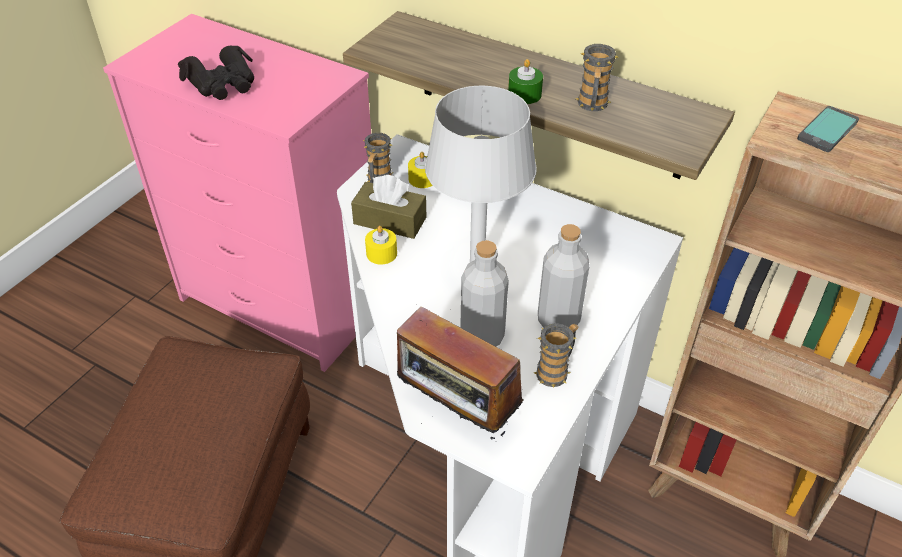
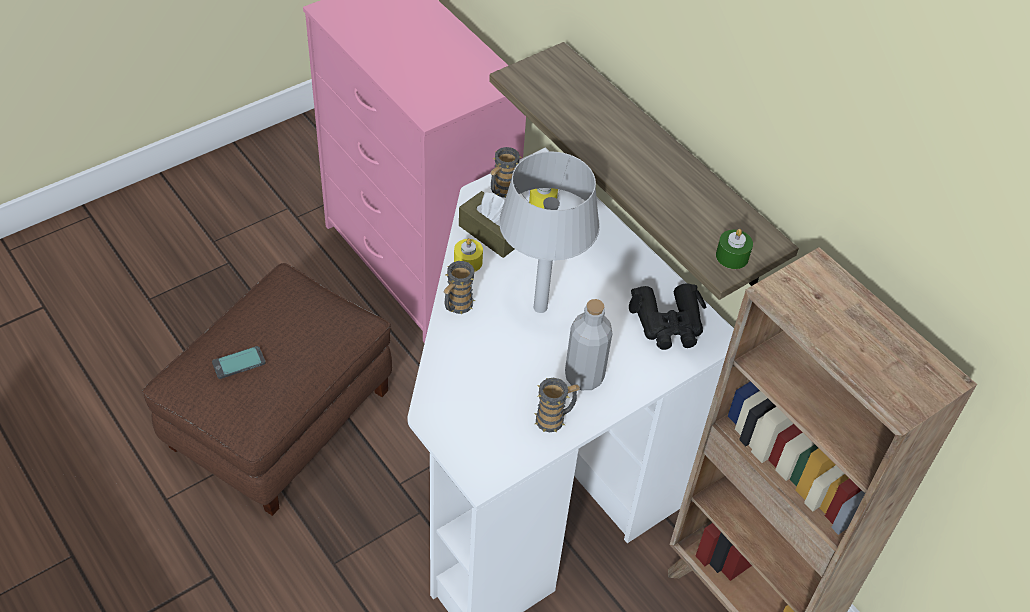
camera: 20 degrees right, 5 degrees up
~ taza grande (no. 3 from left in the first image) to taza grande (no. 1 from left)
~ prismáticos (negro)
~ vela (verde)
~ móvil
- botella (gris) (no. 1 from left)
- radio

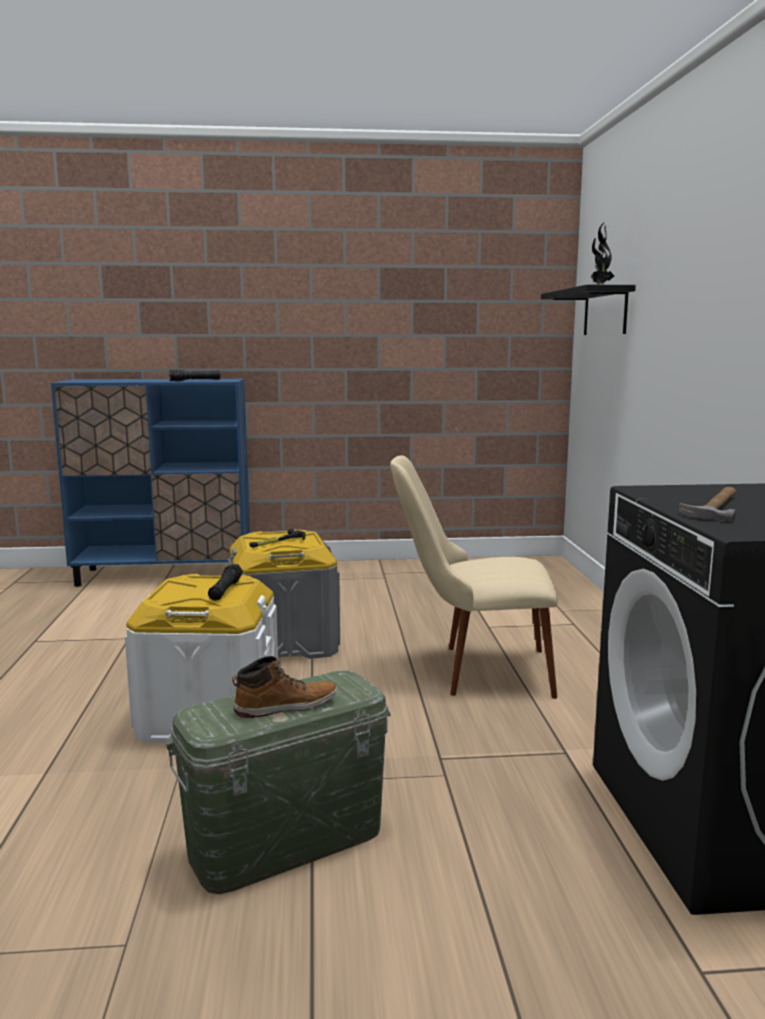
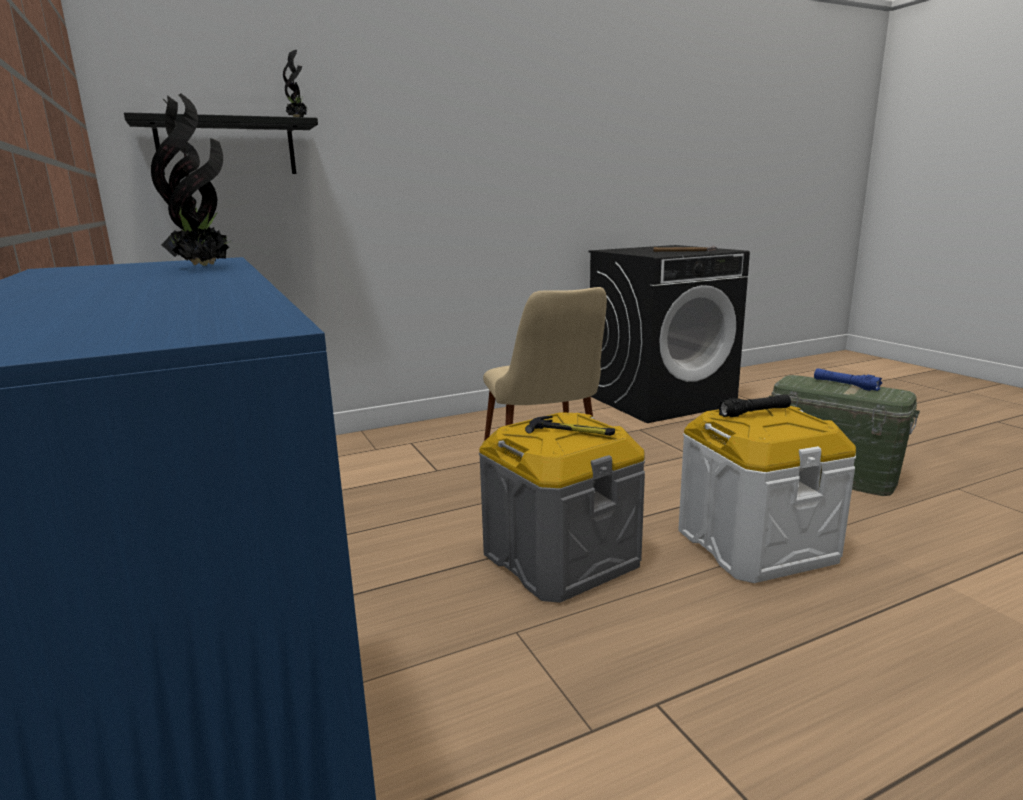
camera: 110 degrees left, 5 degrees up
~ linterna (negro) (no. 1 from left) to planta en maceta (no. 1 from left)
~ bota to linterna (azul)

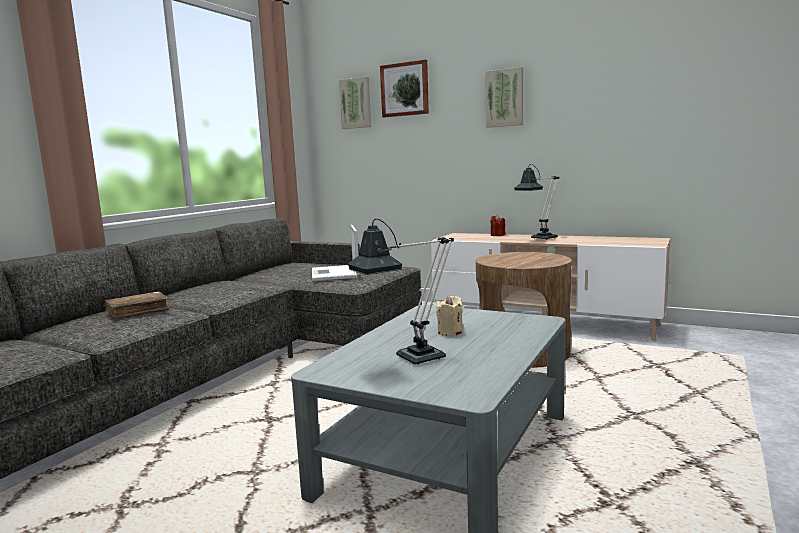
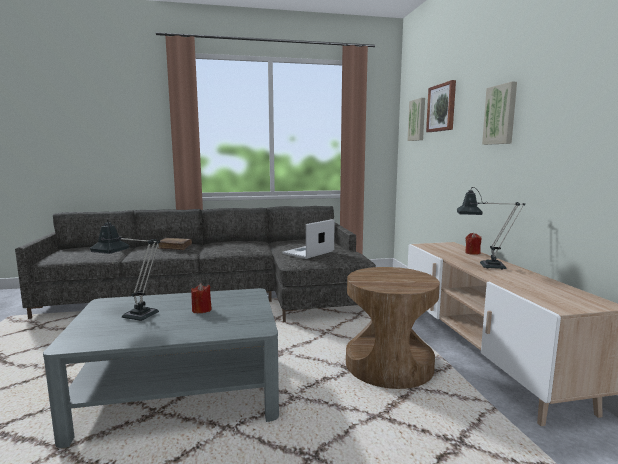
camera: 50 degrees right, 0 degrees up
~ vela (beis) to vela (rojo) (no. 1 from left)

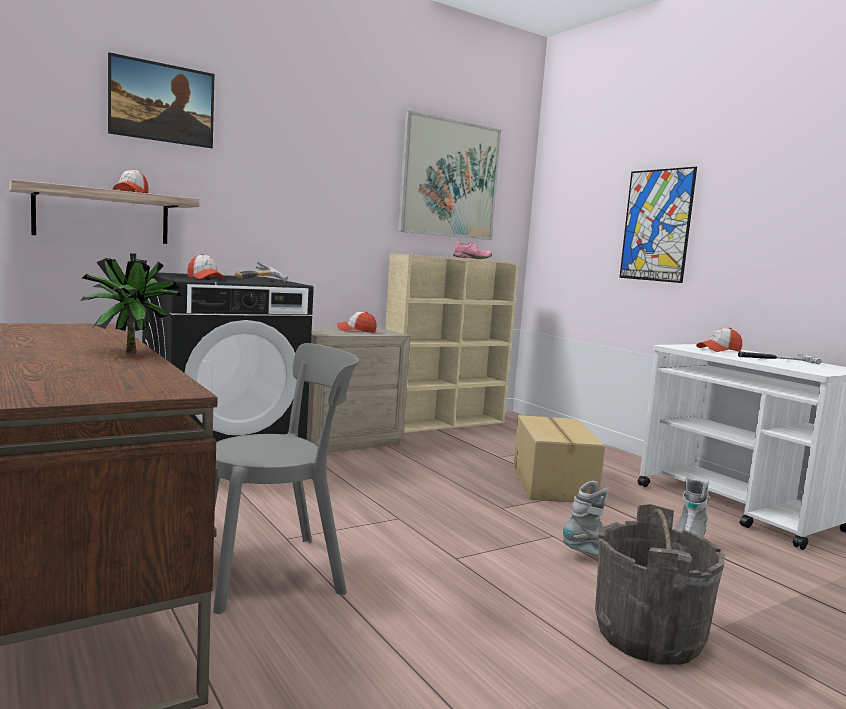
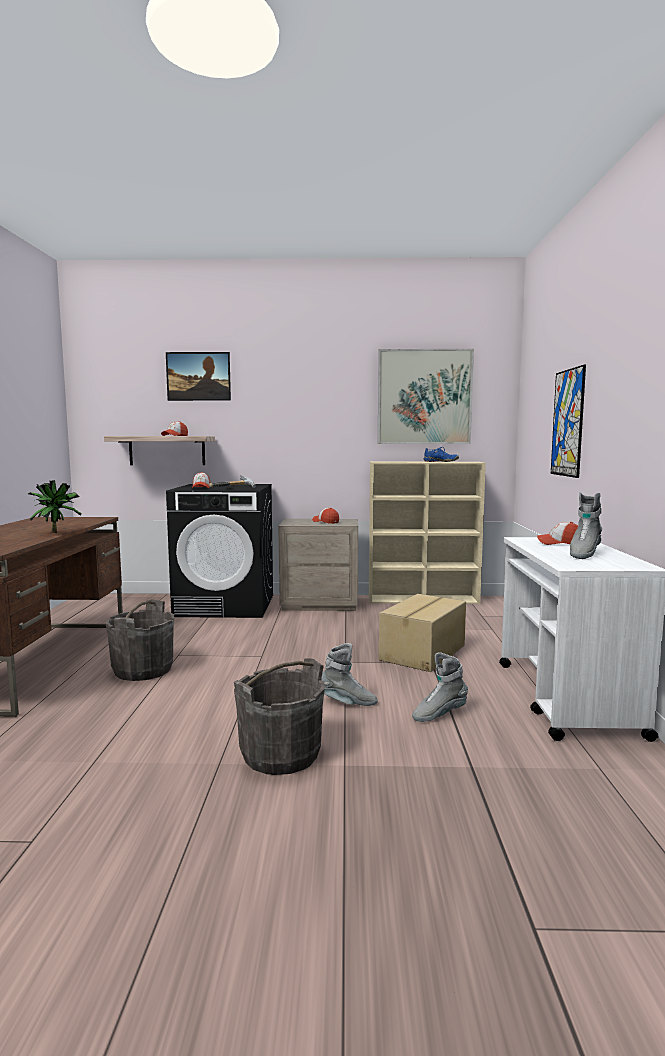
camera: 35 degrees right, 0 degrees up
~ zapato (rosa) to zapato (azul)
~ silla (gris) to cubo (gris) (no. 1 from left)
~ martillo (no. 2 from left) to bota (gris) (no. 3 from left)

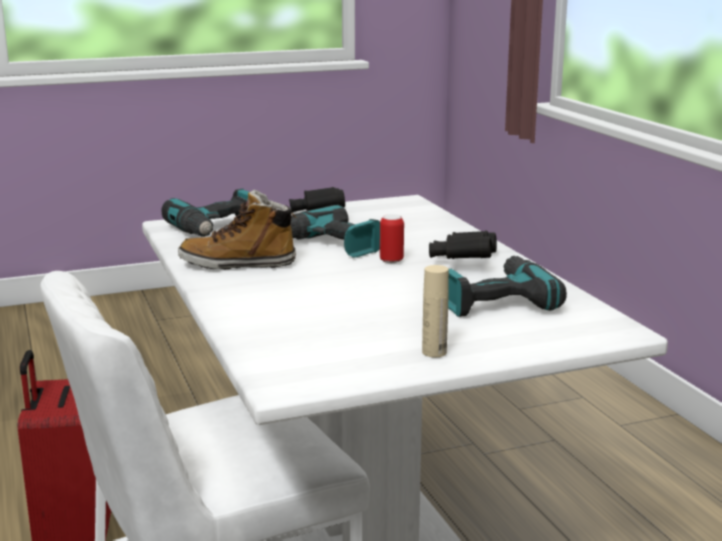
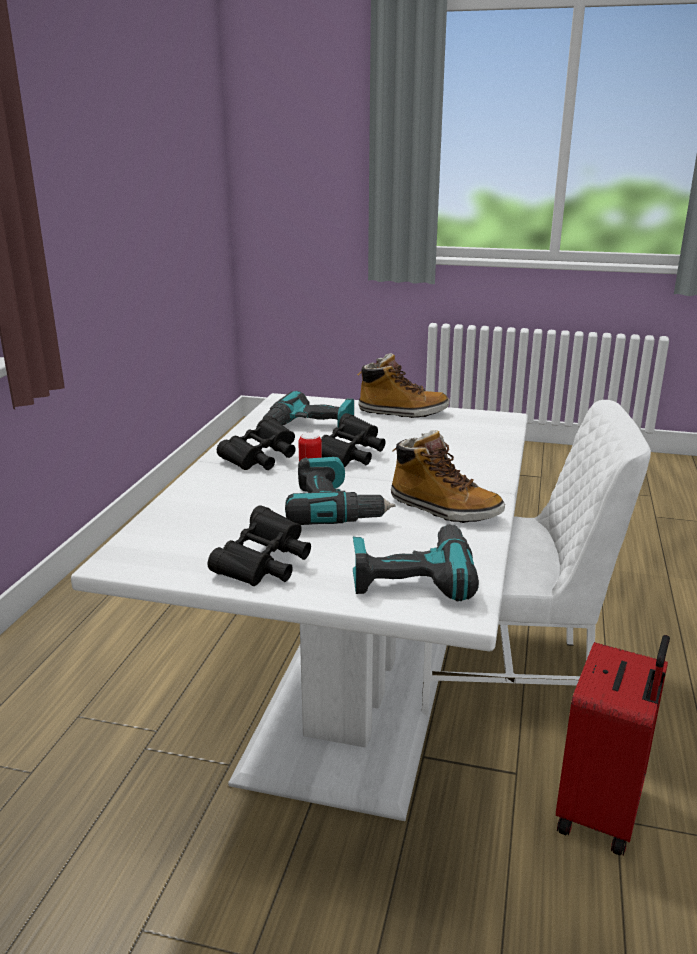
camera: 145 degrees left, 5 degrees up
~ botella (beis) to bota (no. 1 from left)
+ prismáticos (negro) (no. 3 from left)

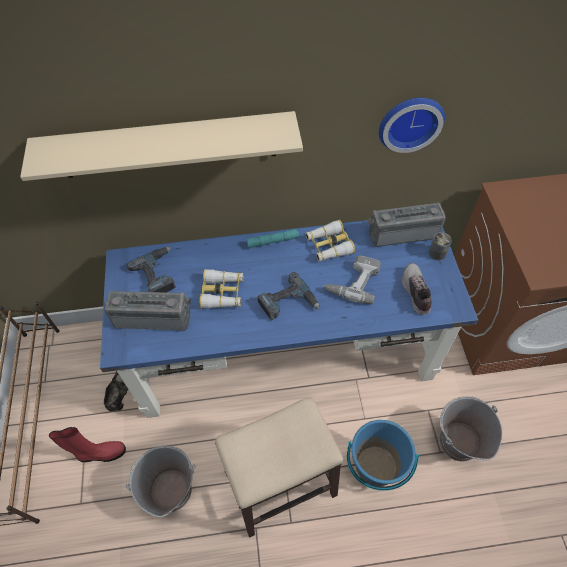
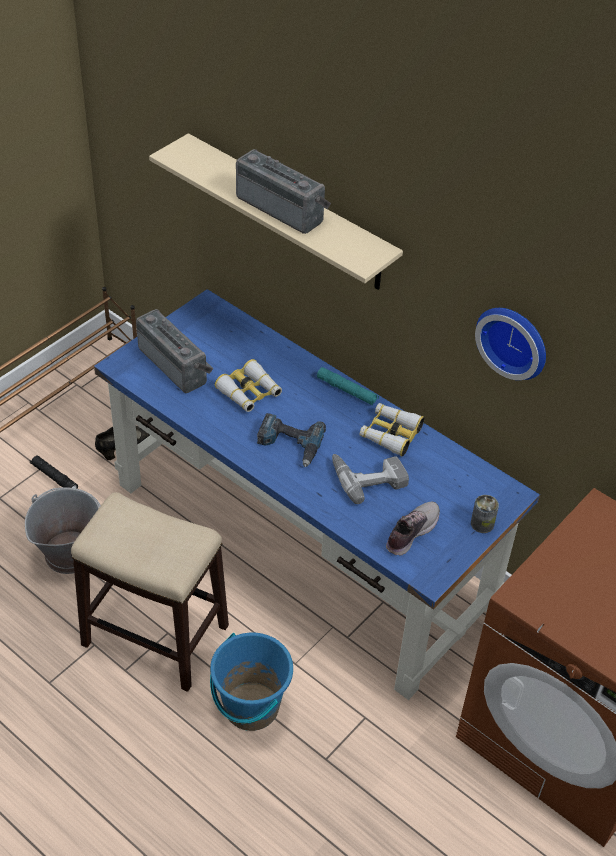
camera: 45 degrees right, 10 degrees down
~ radio (no. 2 from left)
- taladro (no. 1 from left)
- cubo (gris) (no. 2 from left)
~ bota (rojo) to linterna (negro)

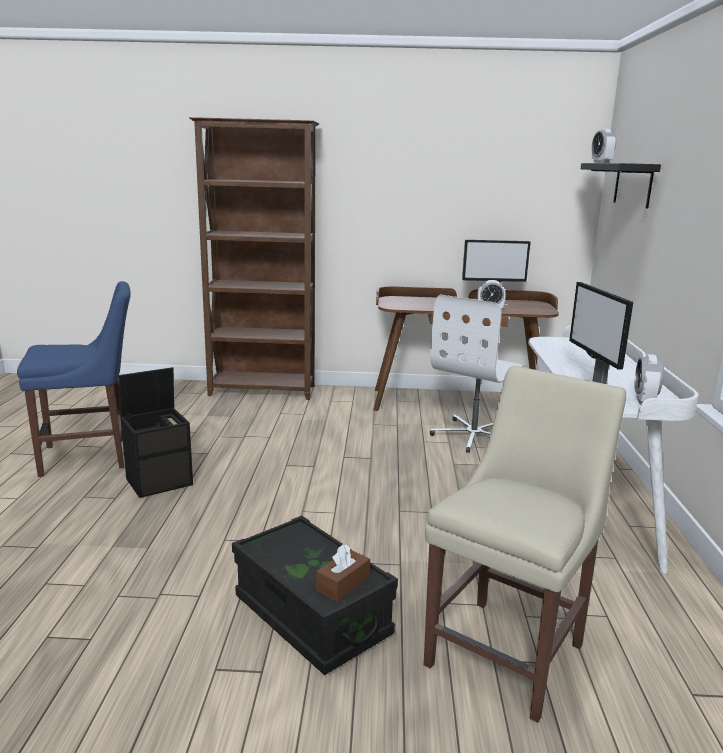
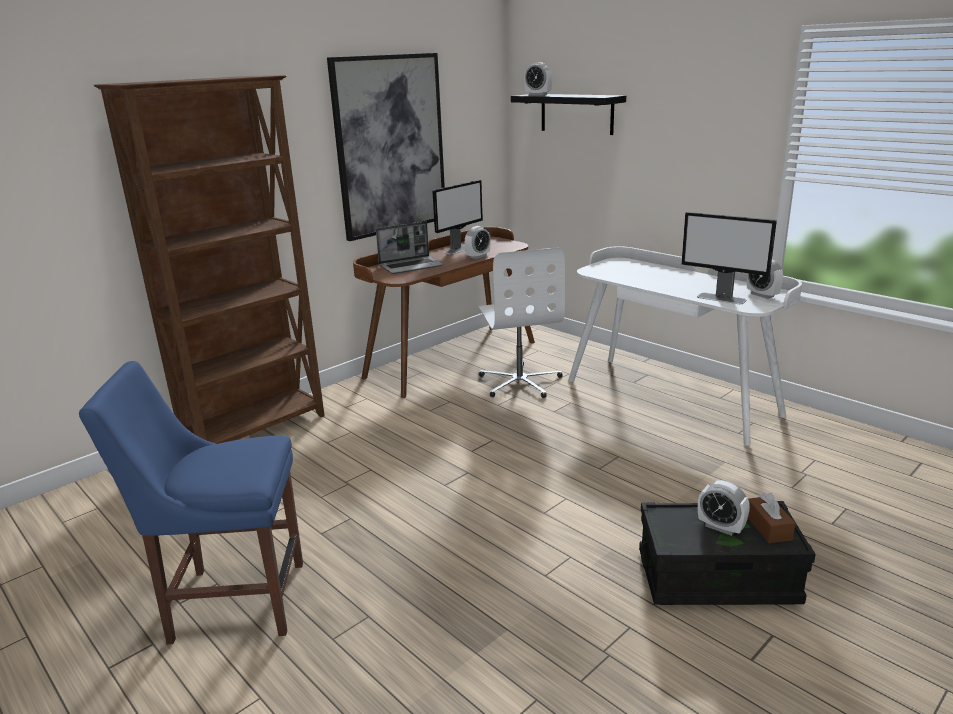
camera: 45 degrees left, 5 degrees up
~ silla (azul) 120 degrees counterclockwise
- silla (beis)
- caja de almacenaje (negro) (no. 1 from left)
+ cuadro
+ portátil
+ despertador (no. 3 from left)

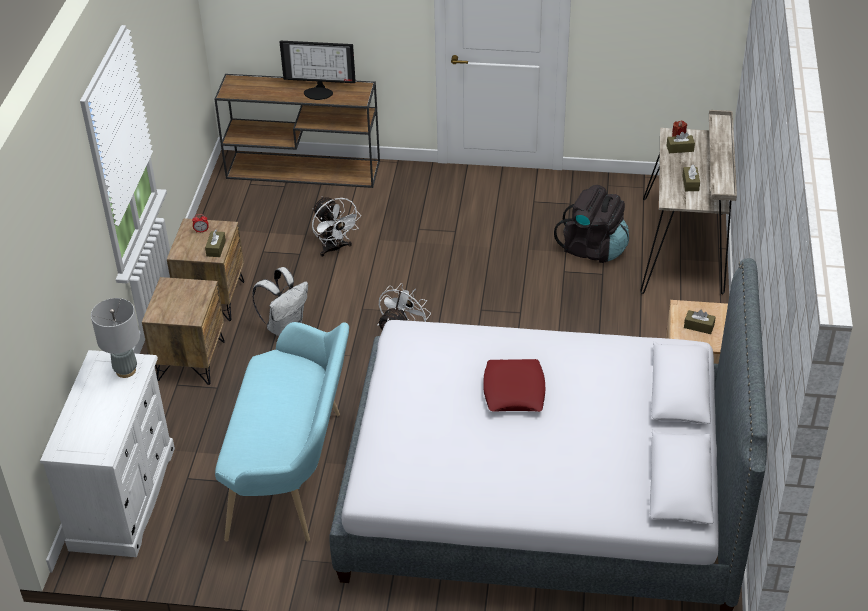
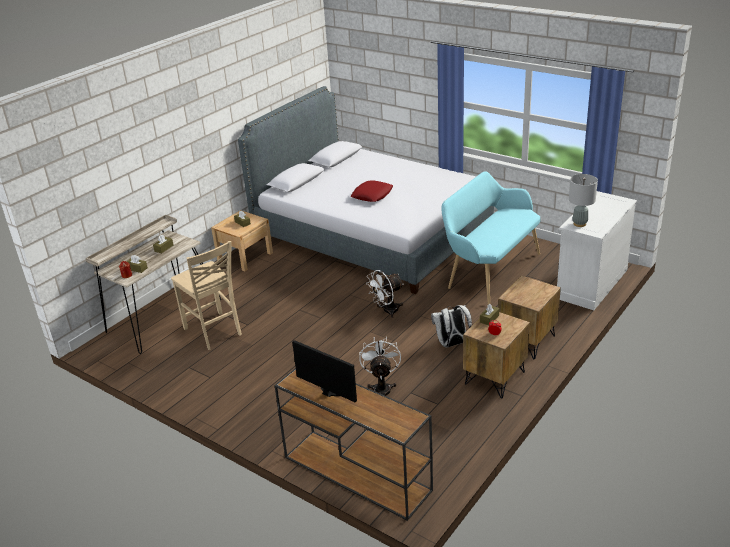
camera: 150 degrees left, 10 degrees down
~ mochila (negro) to silla (beis)

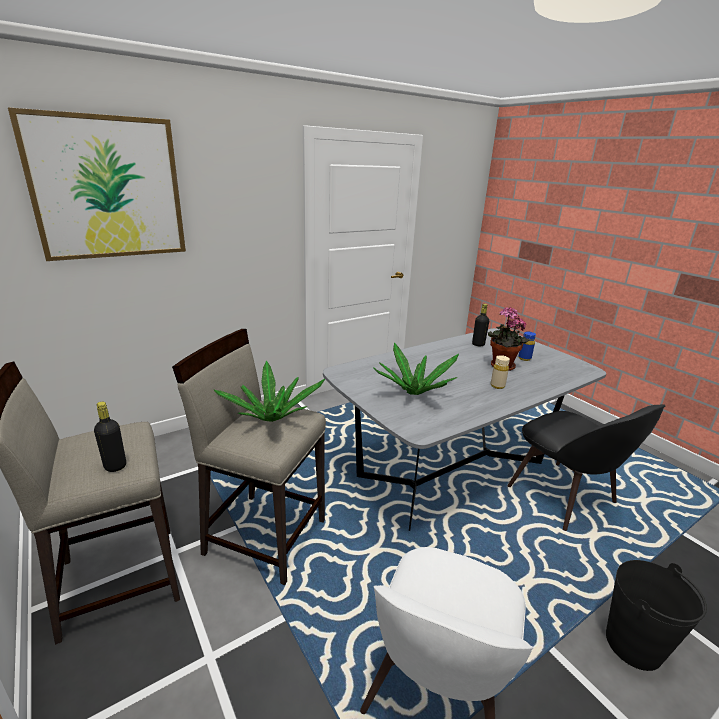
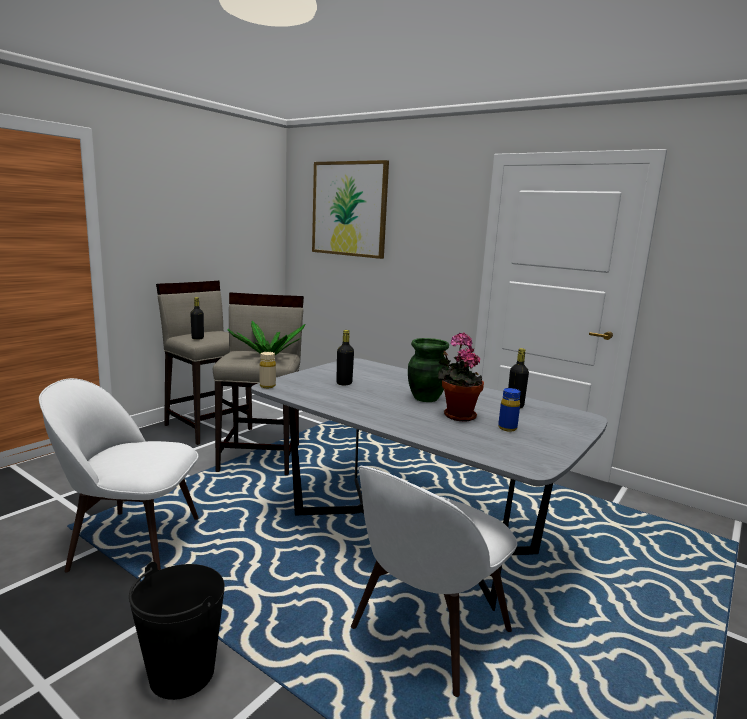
camera: 70 degrees right, 10 degrees down
~ planta en maceta (no. 2 from left) to botella (negro) (no. 2 from left)
~ botella (beis)
~ silla (negro) to silla (blanco) (no. 2 from left)
+ florero (verde)

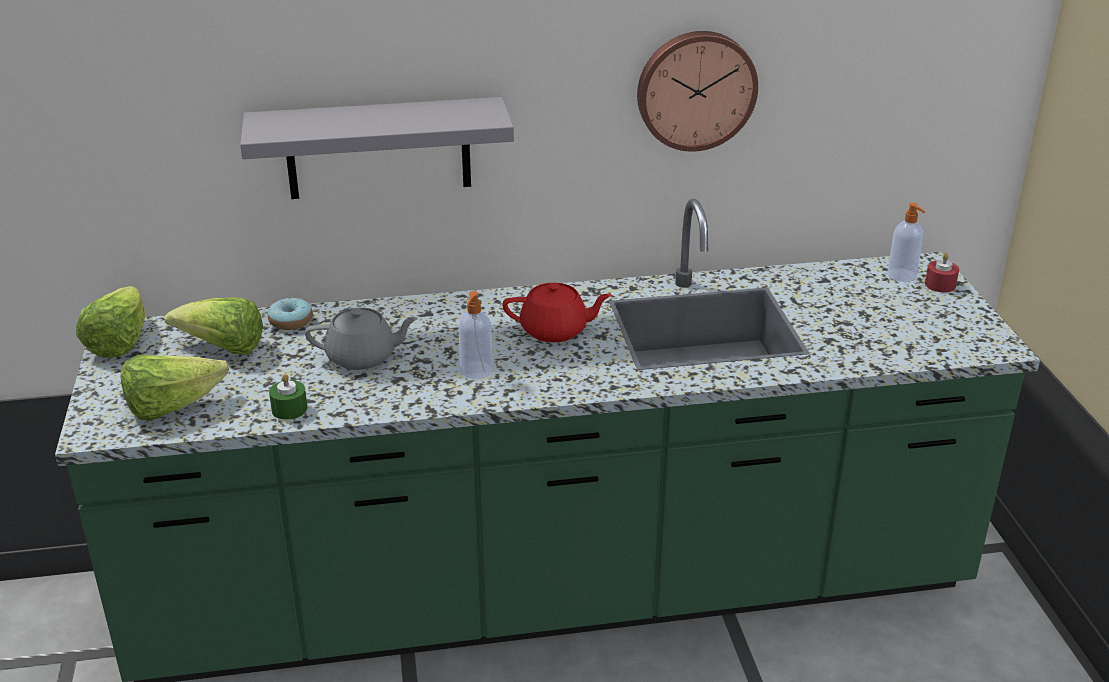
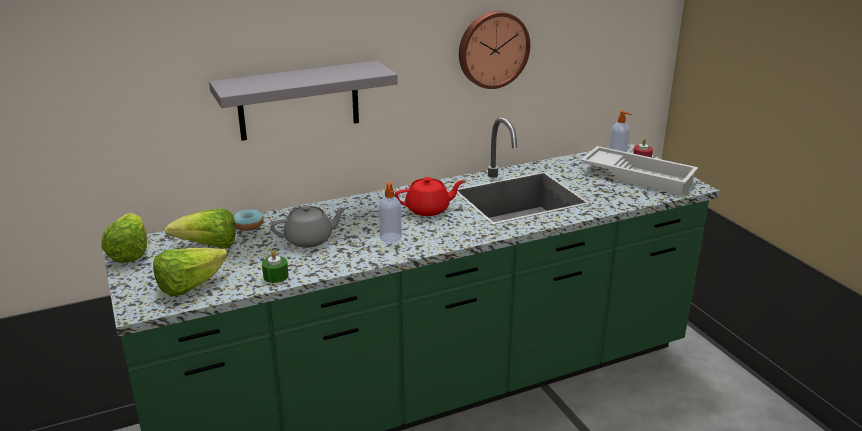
camera: 15 degrees left, 5 degrees down
+ bandeja (blanco)

